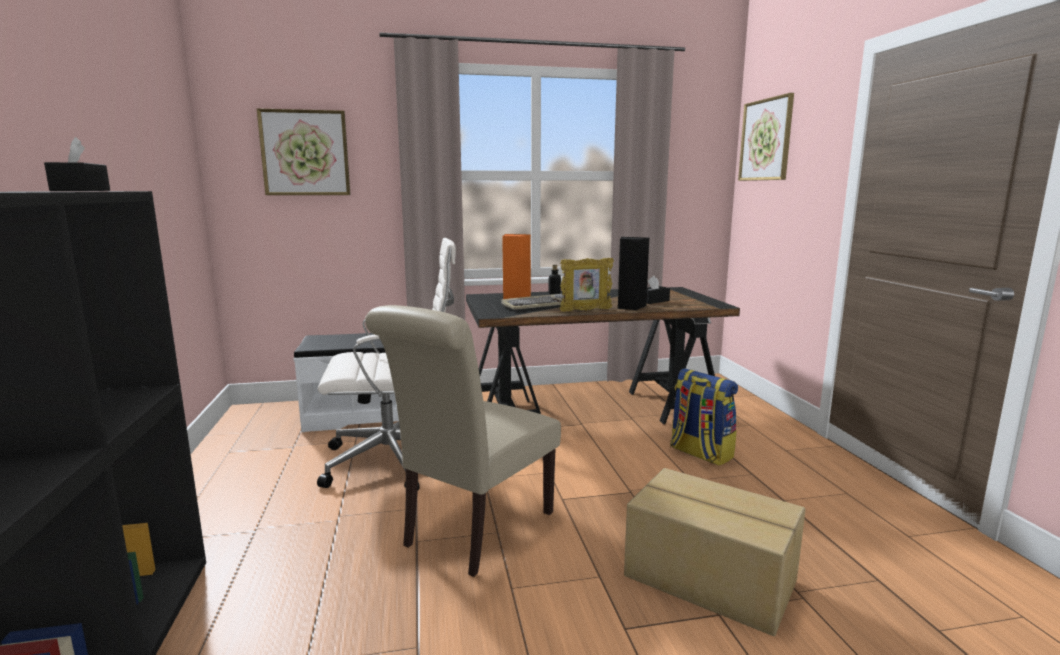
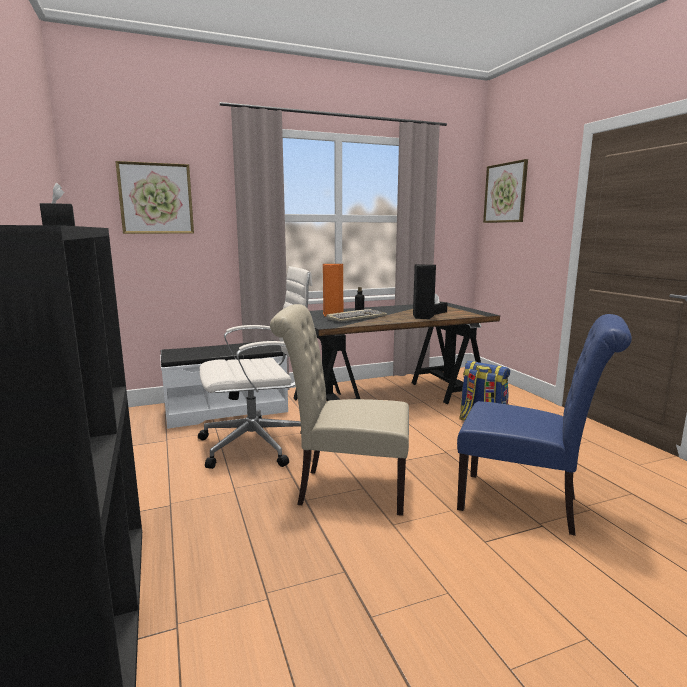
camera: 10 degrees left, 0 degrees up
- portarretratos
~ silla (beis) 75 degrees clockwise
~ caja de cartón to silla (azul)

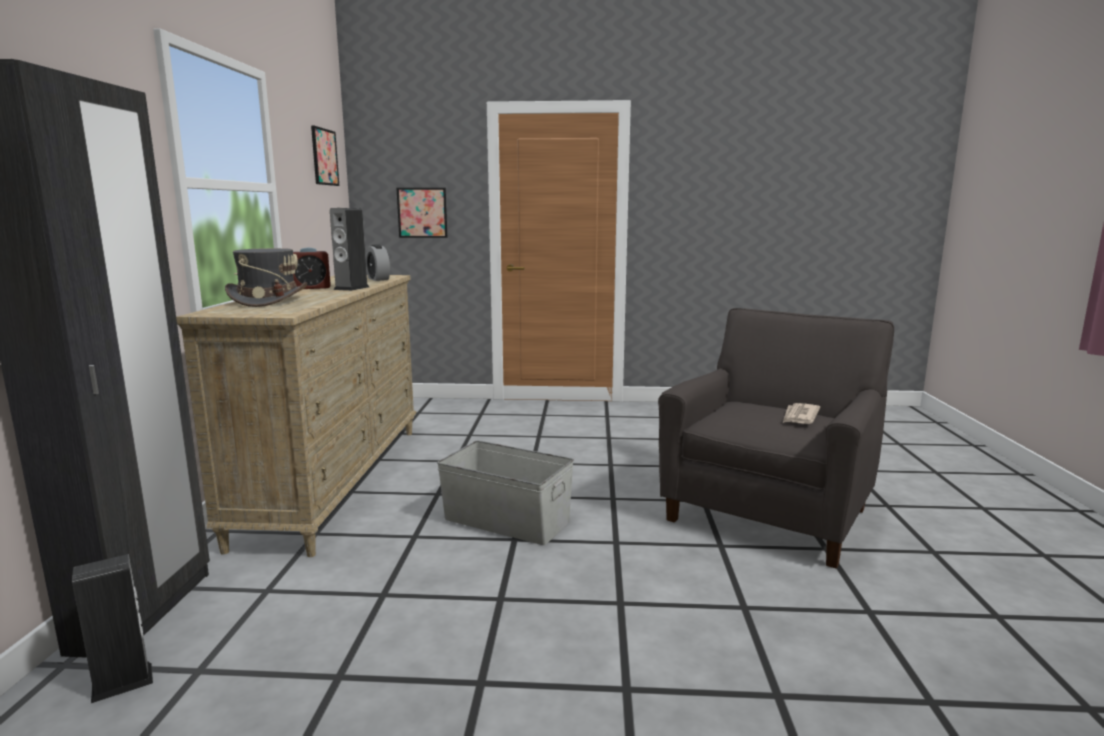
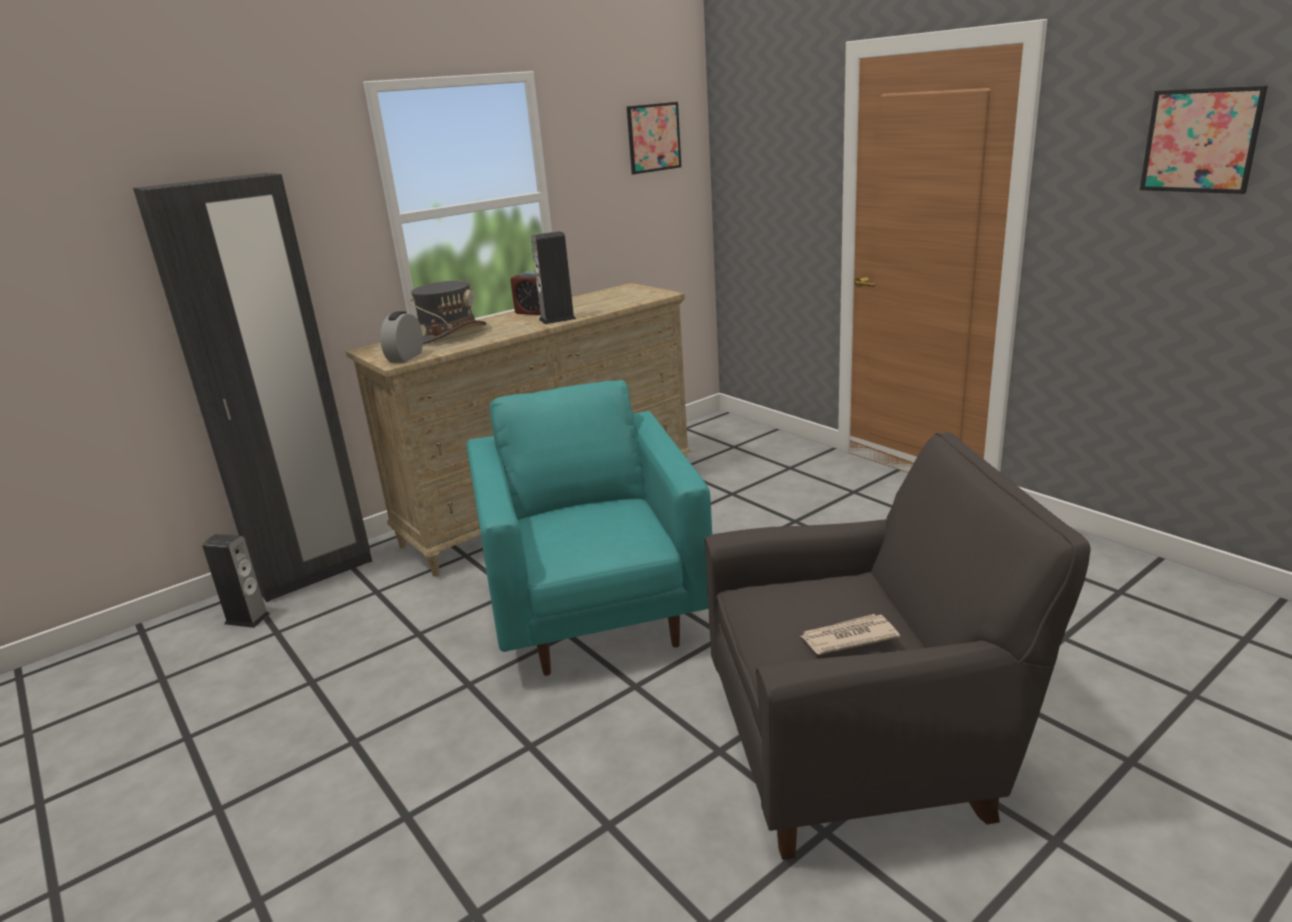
camera: 50 degrees right, 10 degrees up
~ cuadro (no. 2 from left)
~ despertador (no. 2 from left in the first image) to despertador (no. 1 from left)
~ caja de almacenaje (gris) to sillón (turquesa)

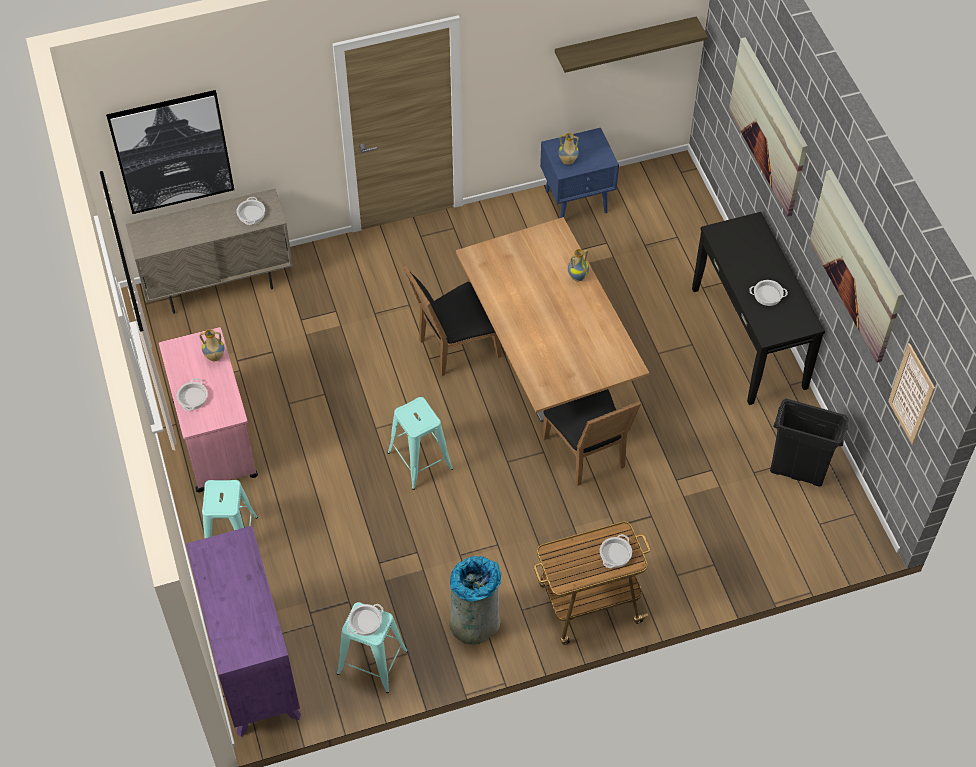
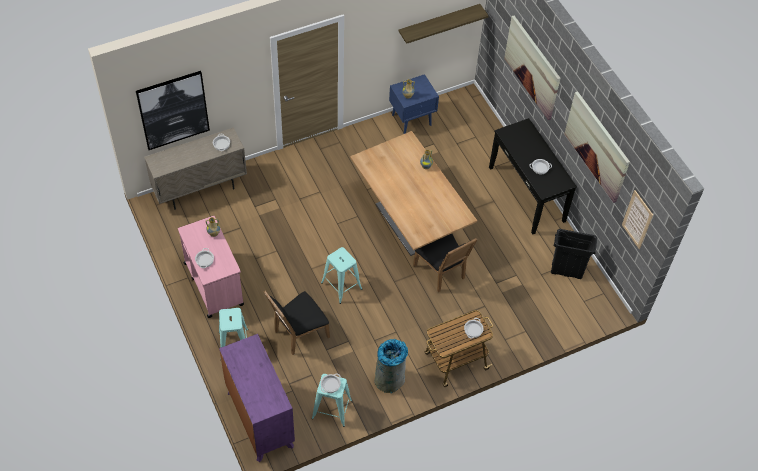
camera: 10 degrees left, 0 degrees up
~ silla (negro) (no. 1 from left)

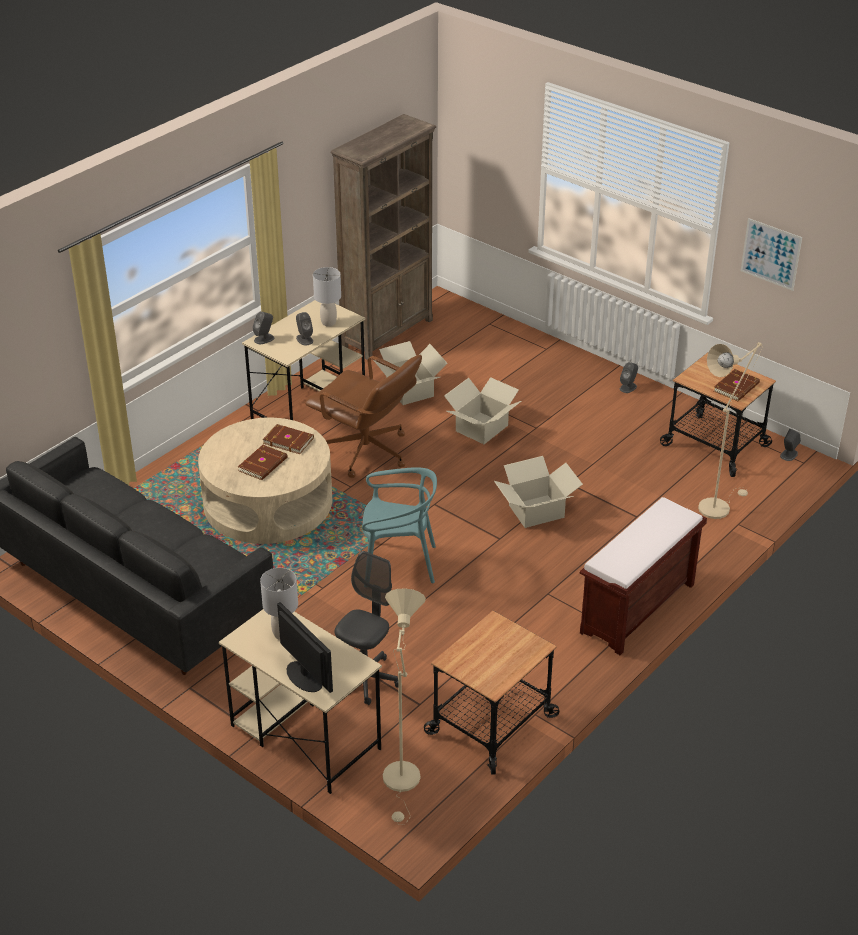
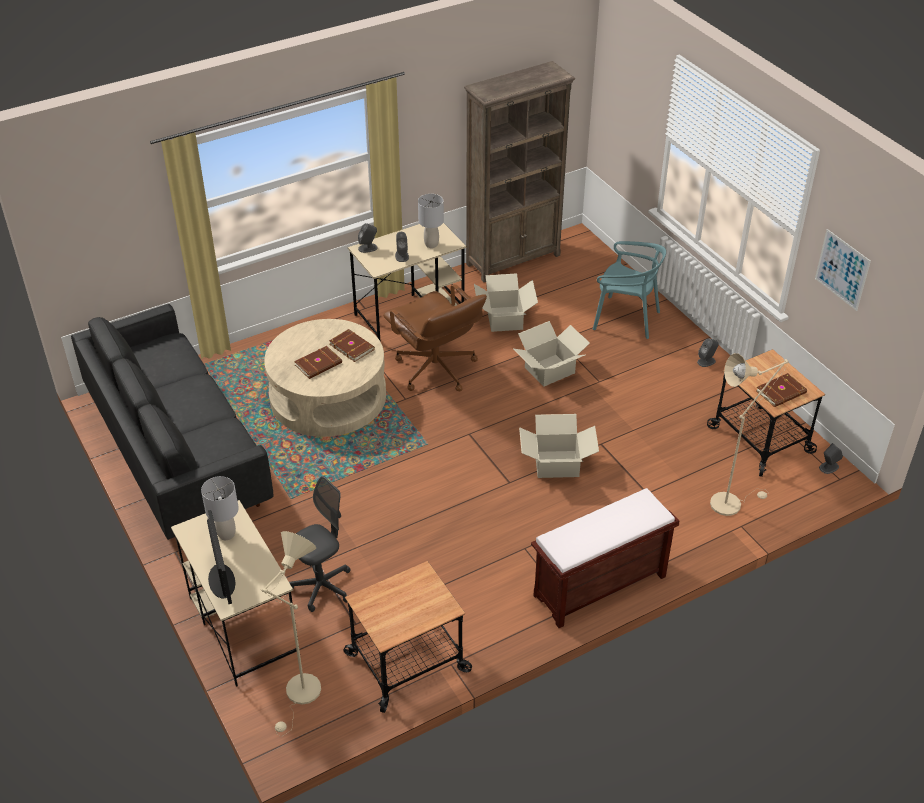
camera: 20 degrees right, 5 degrees up
~ silla (turquesa)

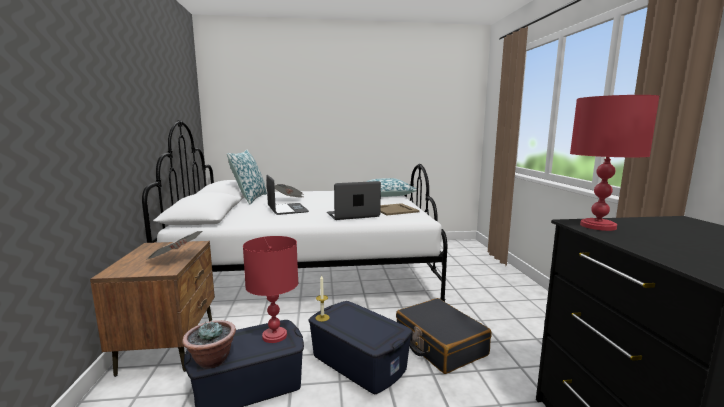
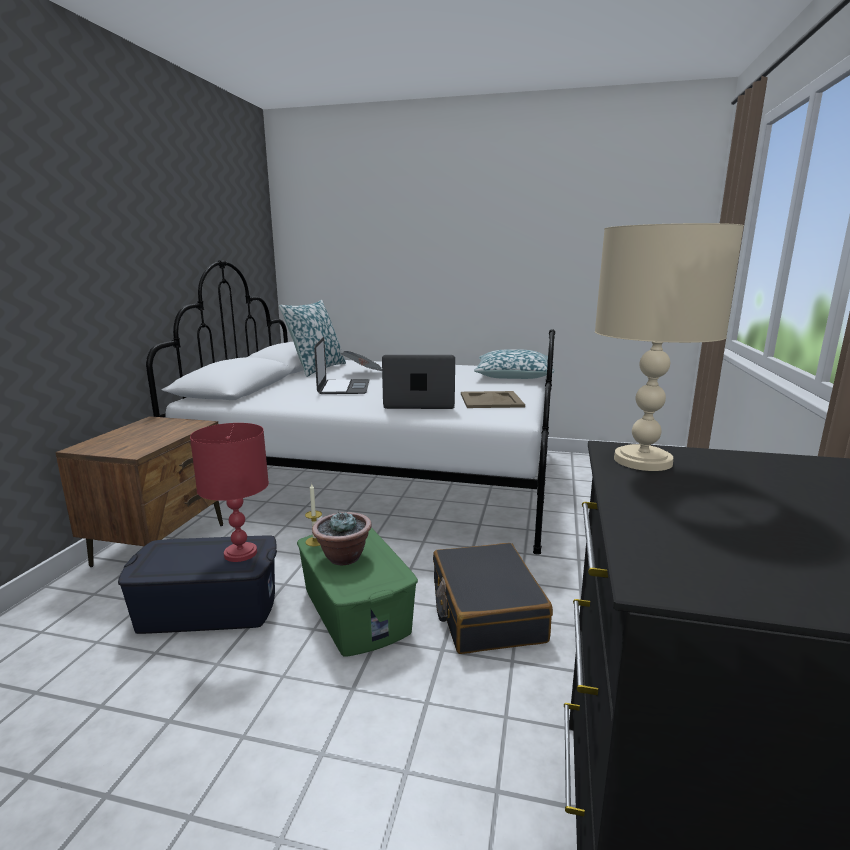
camera: 20 degrees right, 5 degrees up
~ lámpara de mesa (rojo) (no. 2 from left) to lámpara de mesa (beis)
- periódico (no. 1 from left)
~ caja de almacenaje (azul) (no. 2 from left) to caja de almacenaje (verde)
~ planta en maceta

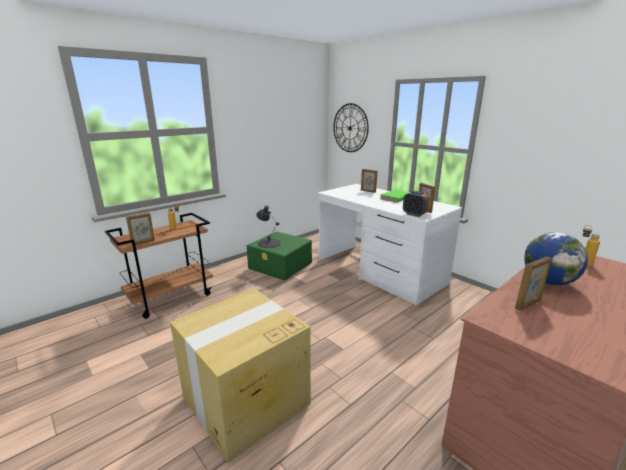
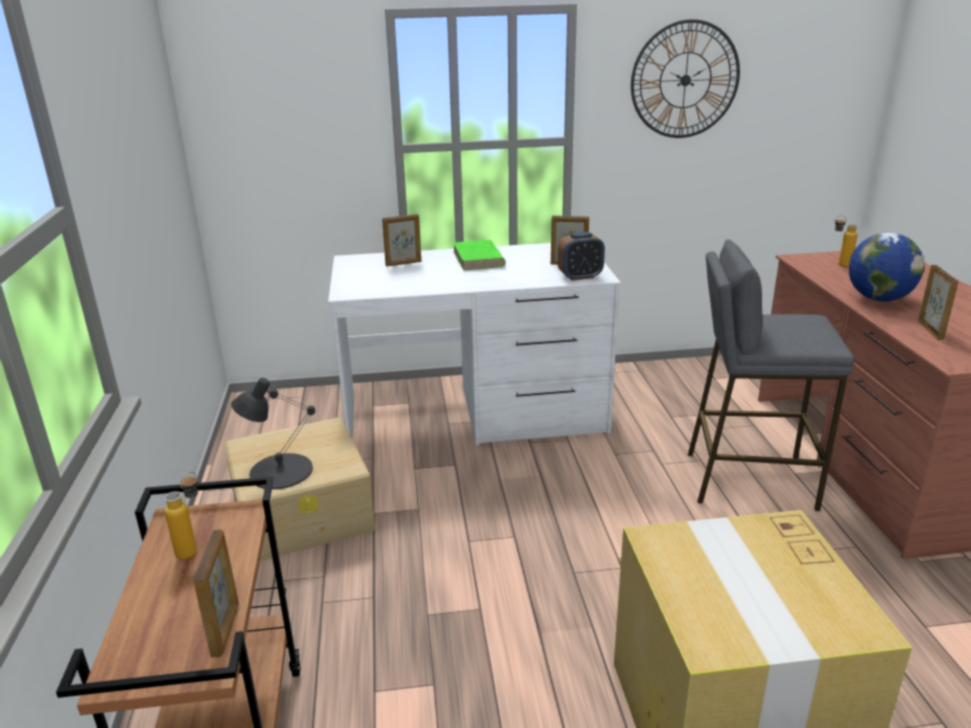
camera: 55 degrees left, 5 degrees up
~ reloj de pared
~ caja de almacenaje (verde) to caja de almacenaje (beis)
+ taburete (gris)

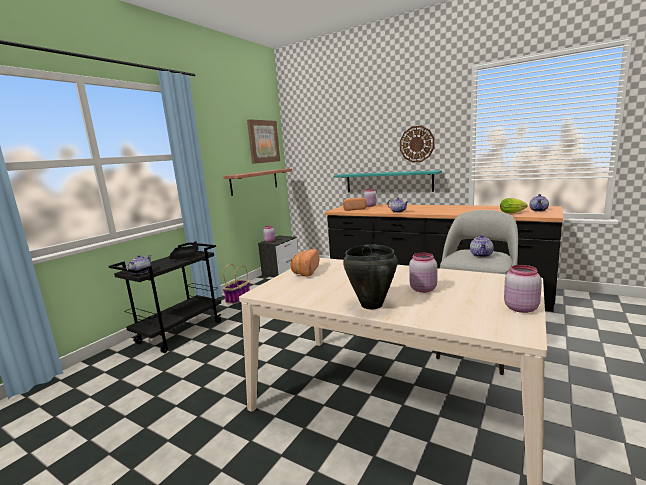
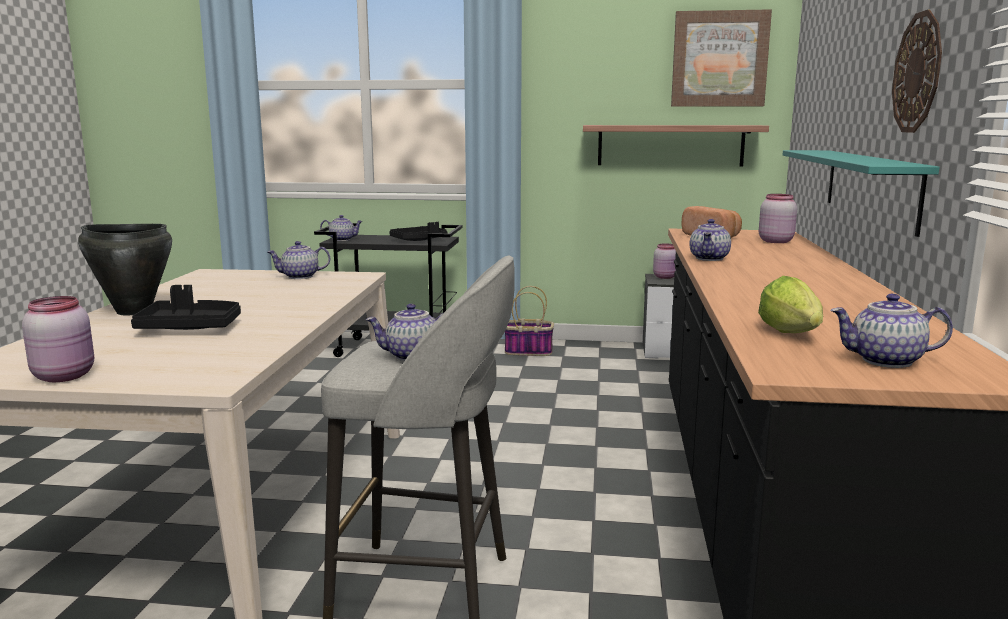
camera: 65 degrees right, 0 degrees up
~ pan (no. 1 from left) to tetera (no. 1 from left)
~ tarro (rosa) (no. 3 from left) to bandeja (negro) (no. 1 from left)

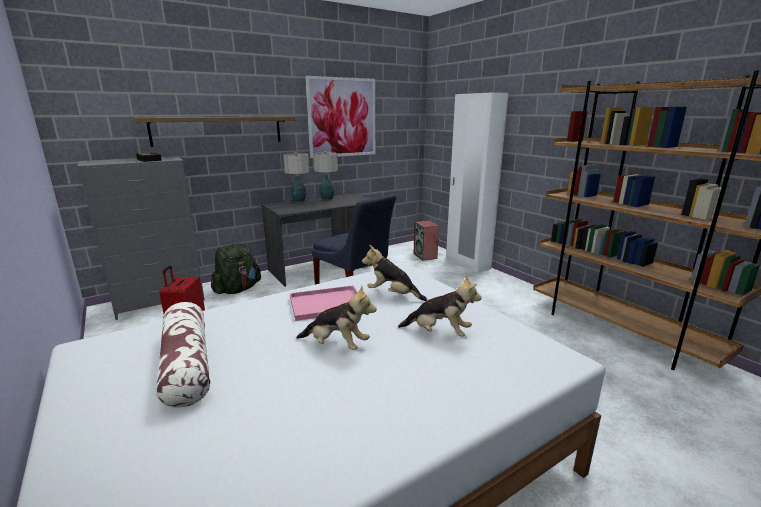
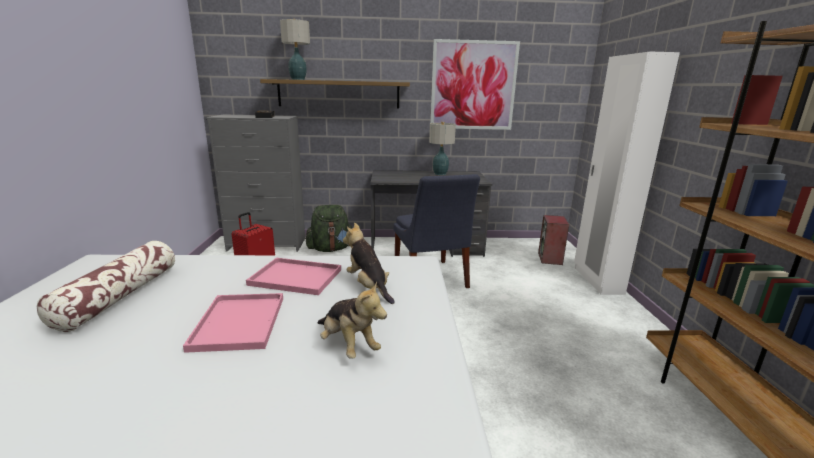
camera: 30 degrees right, 0 degrees up
~ lámpara de mesa (no. 1 from left)
~ peluche (no. 1 from left) to bandeja (rosa) (no. 1 from left)

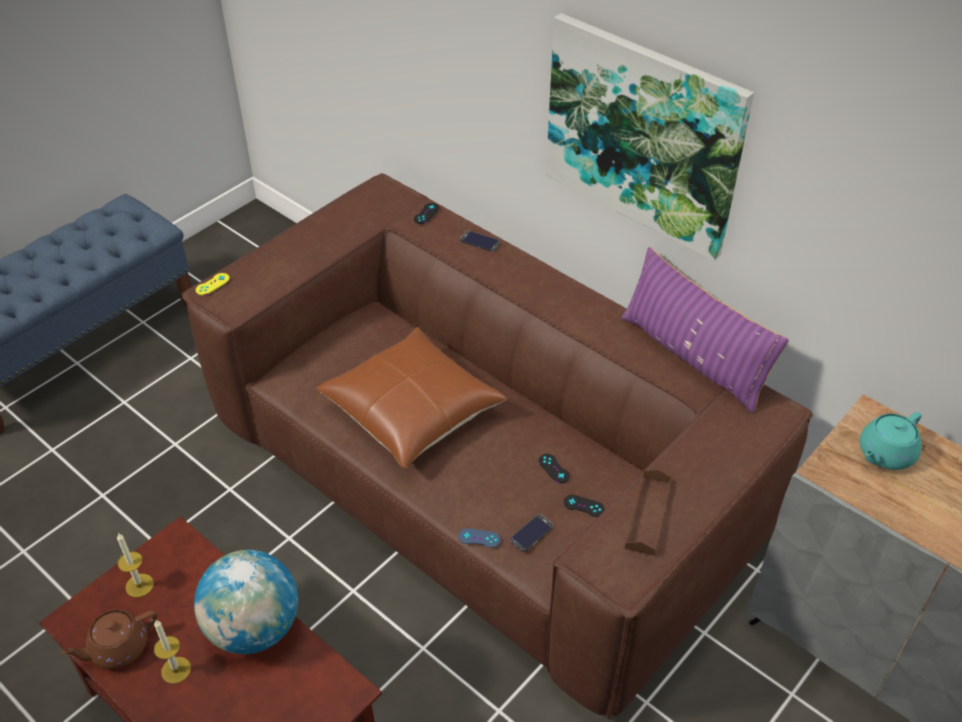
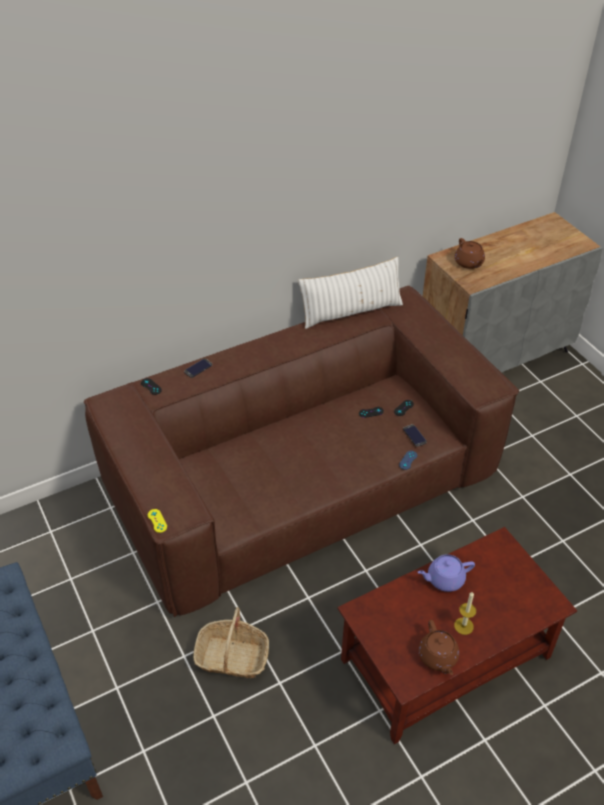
camera: 70 degrees left, 0 degrees up
- cuadro
~ cojín (morado) to cojín (blanco)
- cojín (marrón)
~ tetera (turquesa) to tetera (marrón) (no. 2 from left)
- bandeja (marrón)
- vela (no. 1 from left)
~ globo terráqueo to tetera (morado)
+ cesta

